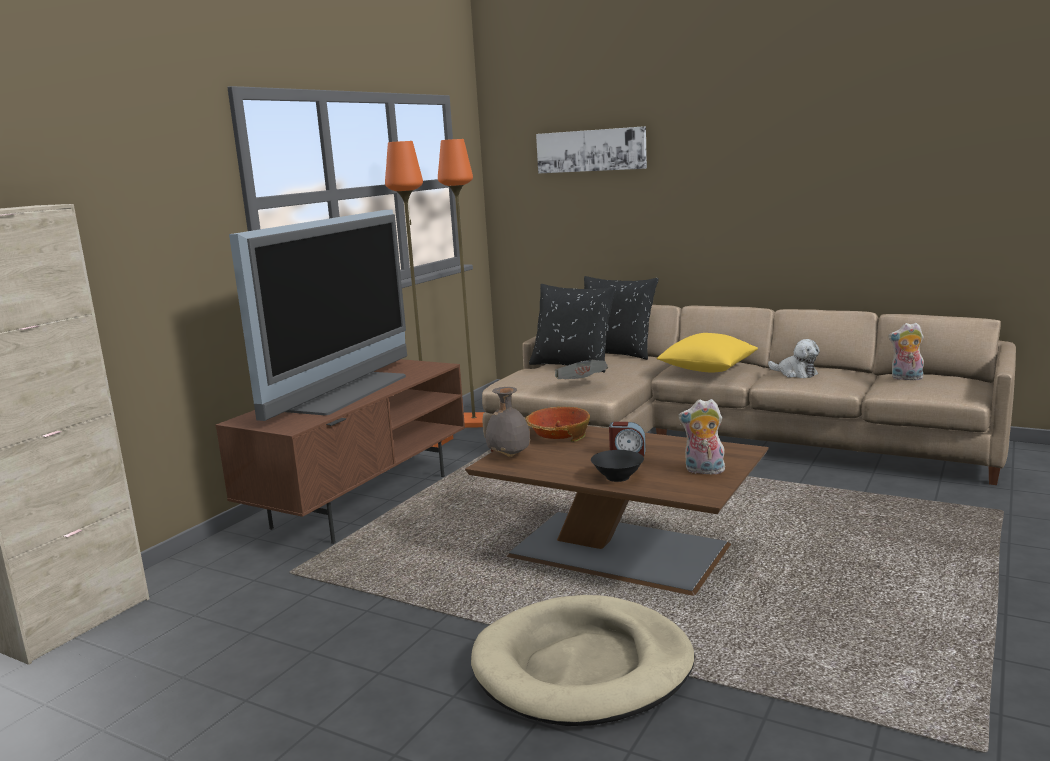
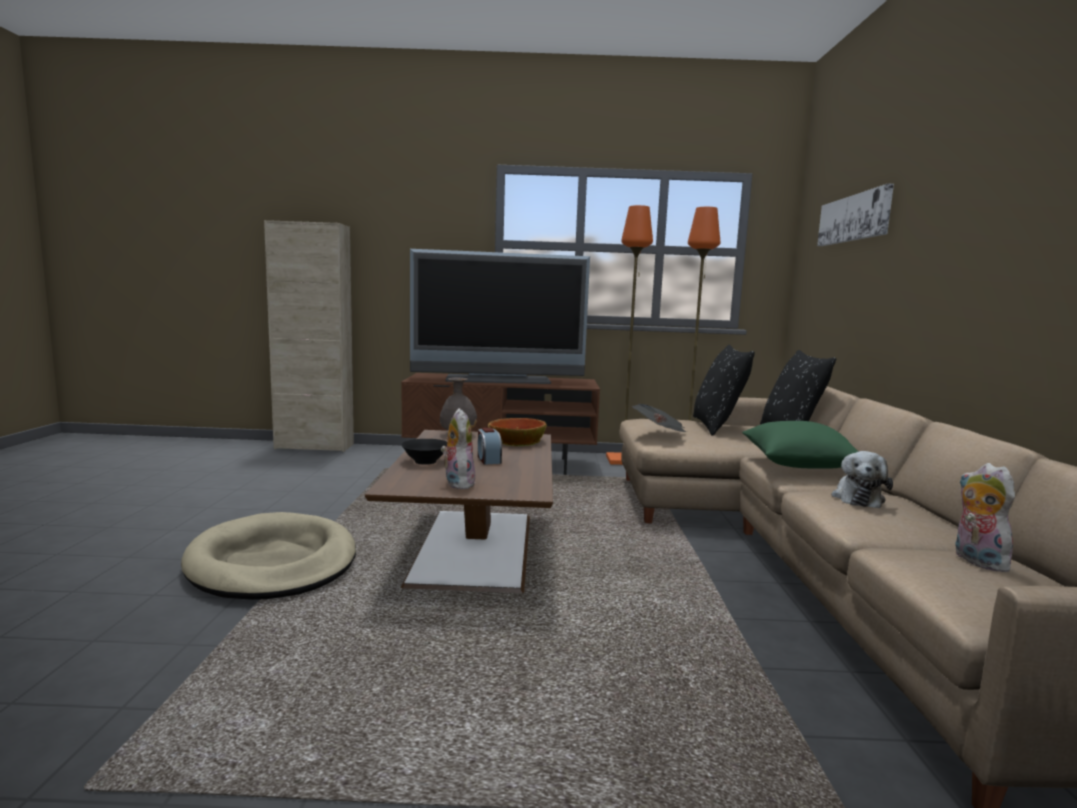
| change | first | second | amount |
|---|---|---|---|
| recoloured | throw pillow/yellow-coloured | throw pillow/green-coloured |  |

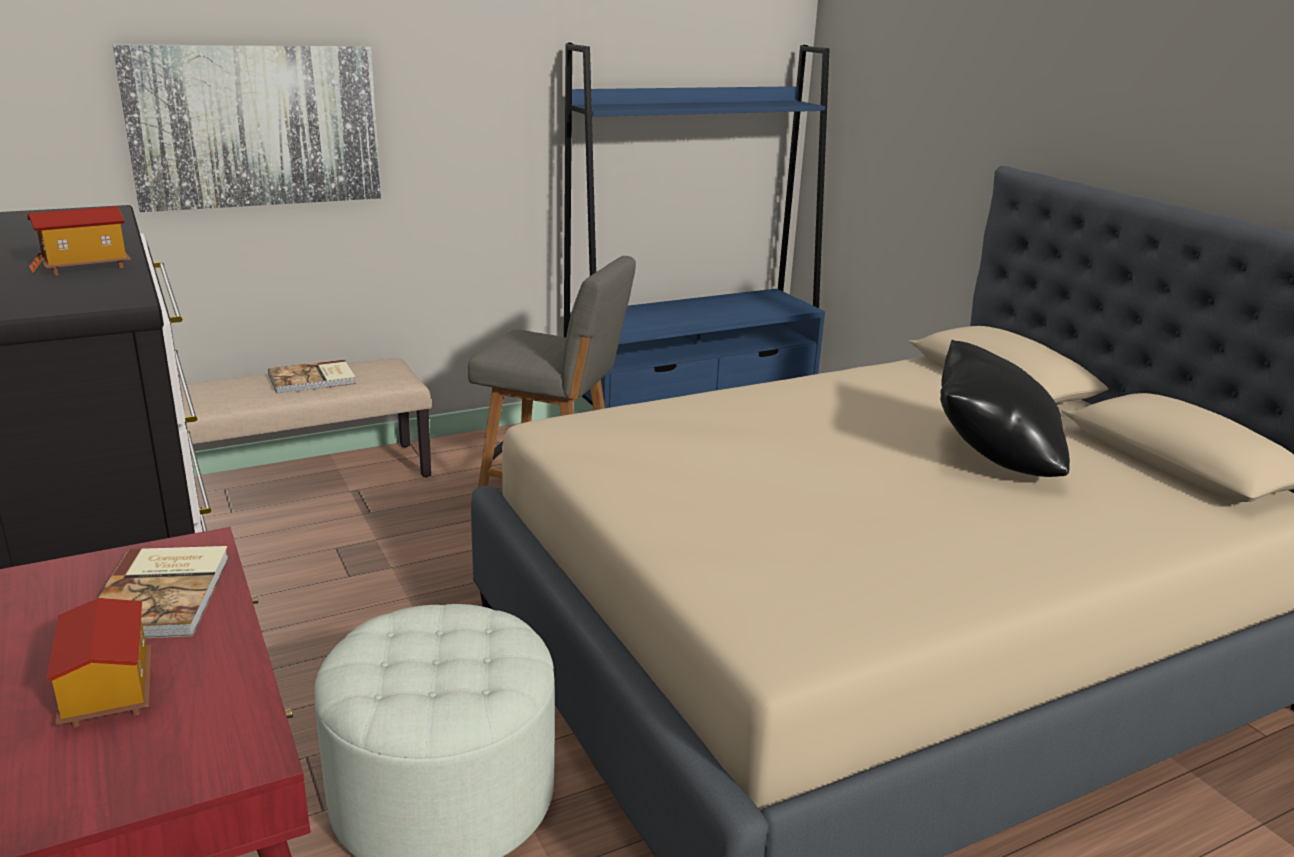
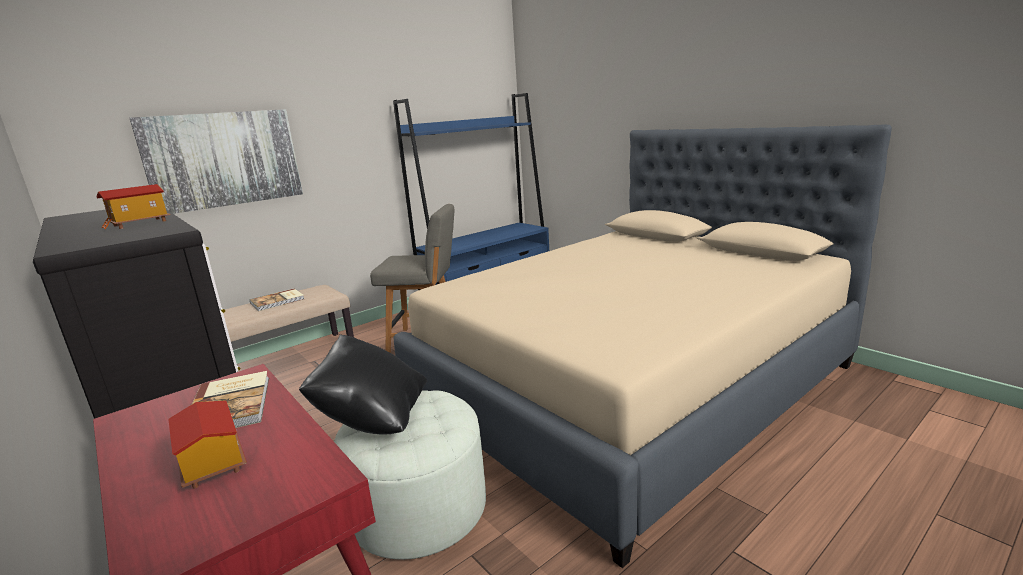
| change | first | second | amount |
|---|---|---|---|
| moved | throw pillow/black-coloured |  |  |

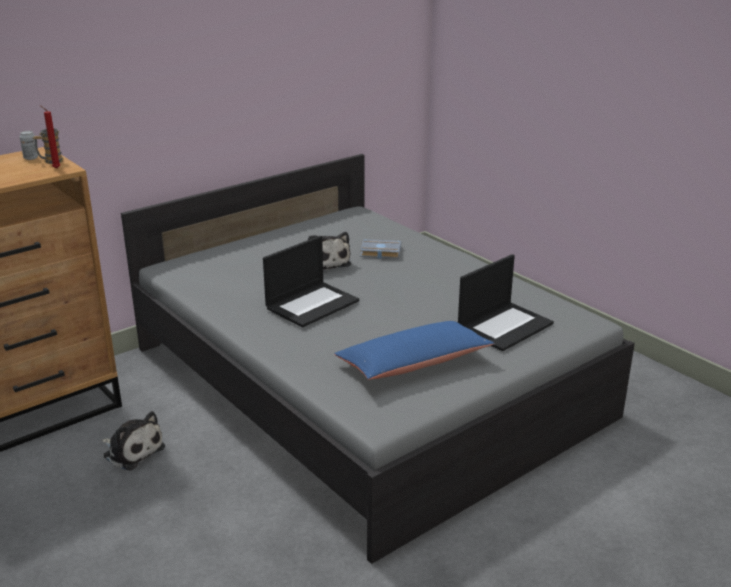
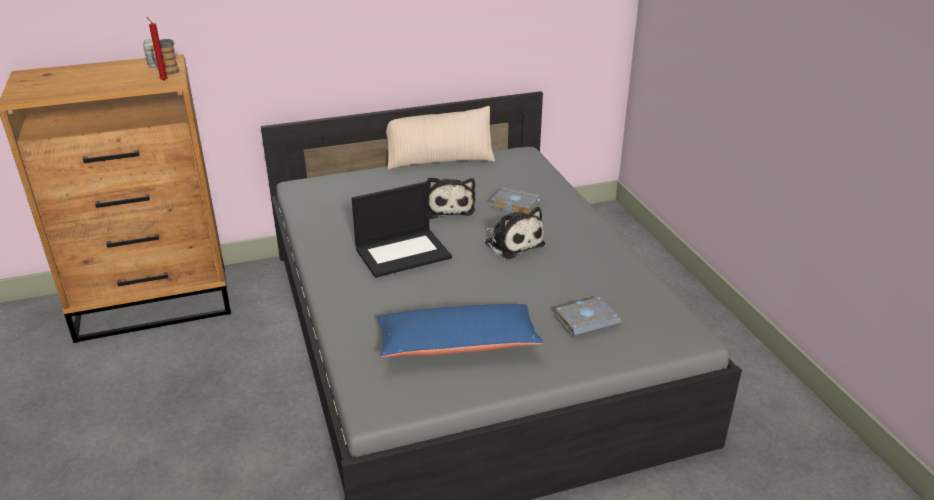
| change | first | second | amount |
|---|---|---|---|
| added |  | throw pillow/beige-coloured |  |
| moved | plush toy (1st from left in the first image) | plush toy (2nd from left) |  |
| replaced | laptop (2nd from left) | volume/greyish (2nd from left) |  |

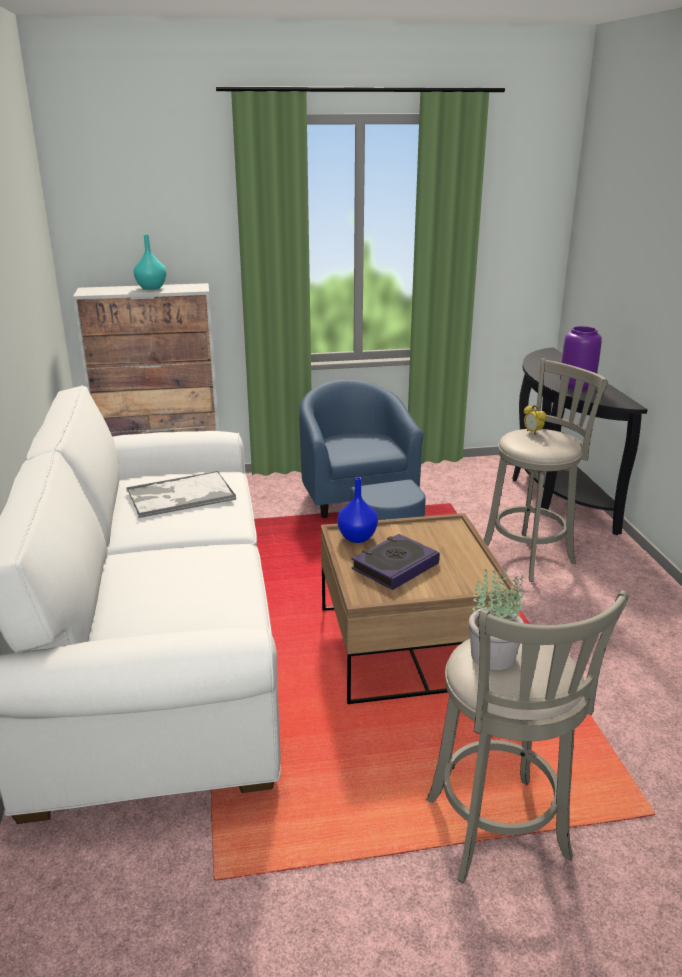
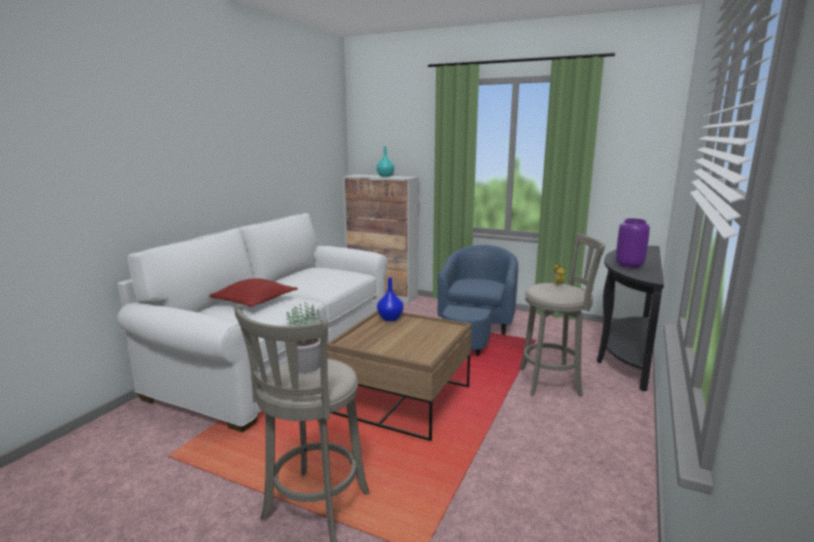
| change | first | second | amount |
|---|---|---|---|
| added |  | throw pillow/red-coloured |  |
| removed | serving tray |  |  |
| removed | volume |  |  |

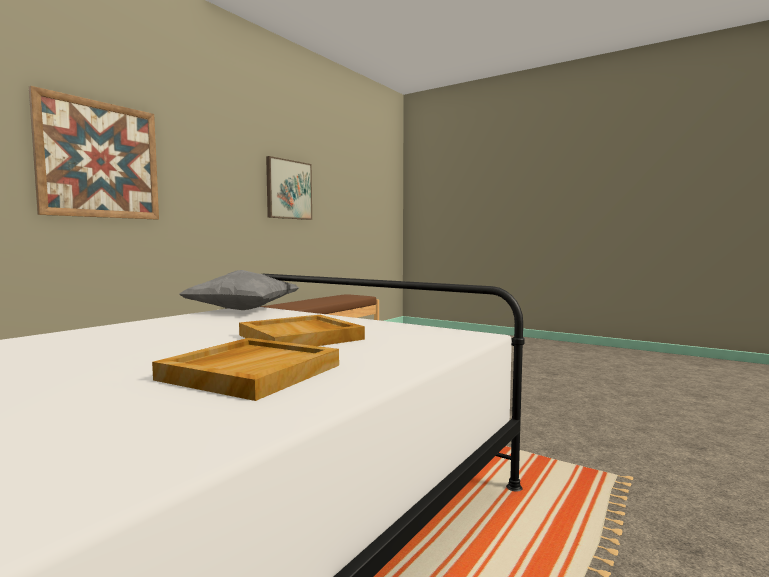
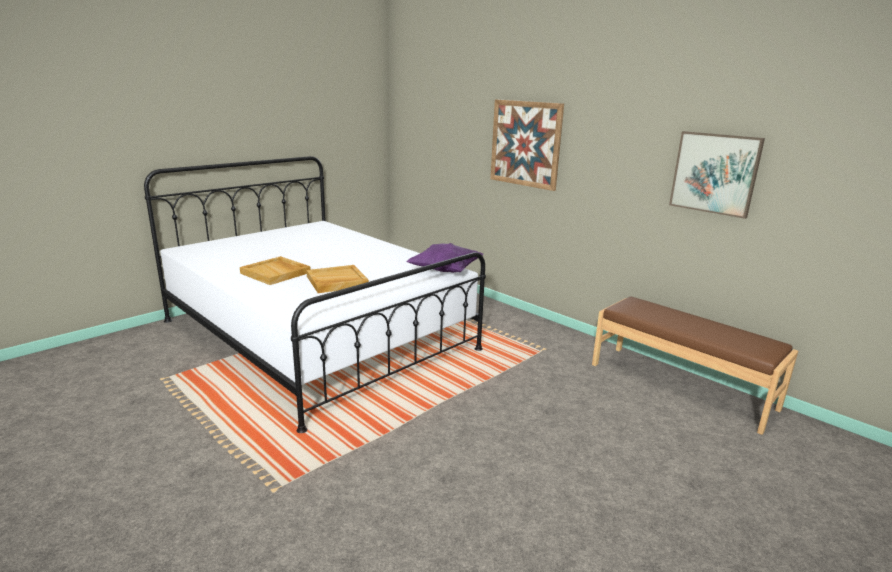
| change | first | second | amount |
|---|---|---|---|
| recoloured | throw pillow/greyish | throw pillow/purplish |  |

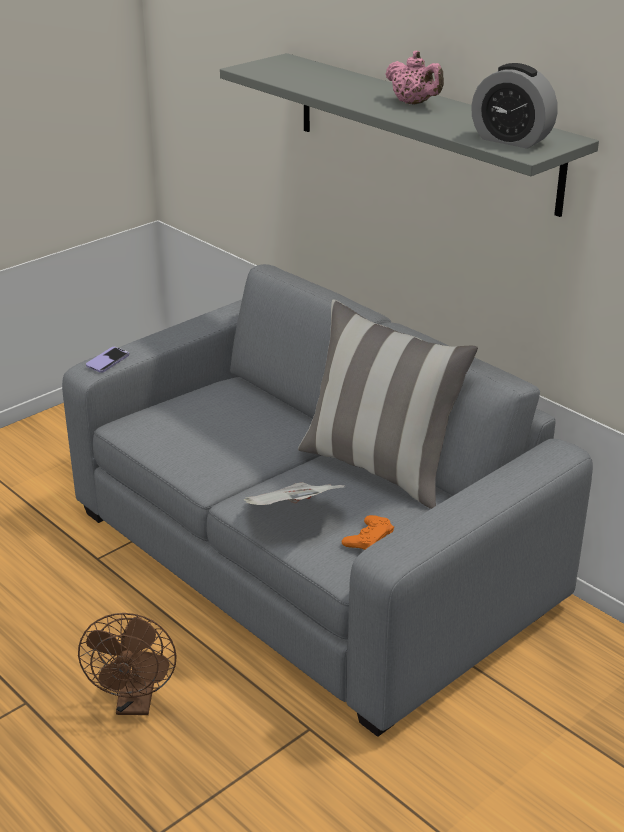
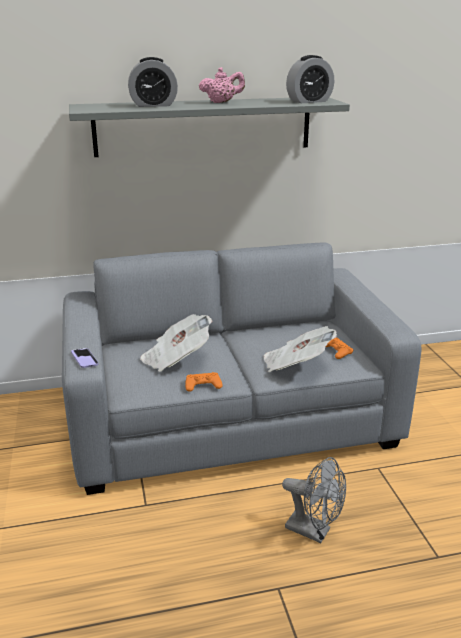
| change | first | second | amount |
|---|---|---|---|
| added |  | table clock (1st from left) |  |
| added |  | printed paper (1st from left) |  |
| added |  | gamepad/orange (1st from left) |  |
| recoloured | fan/brown | fan/greyish |  |
| removed | throw pillow |  |  |

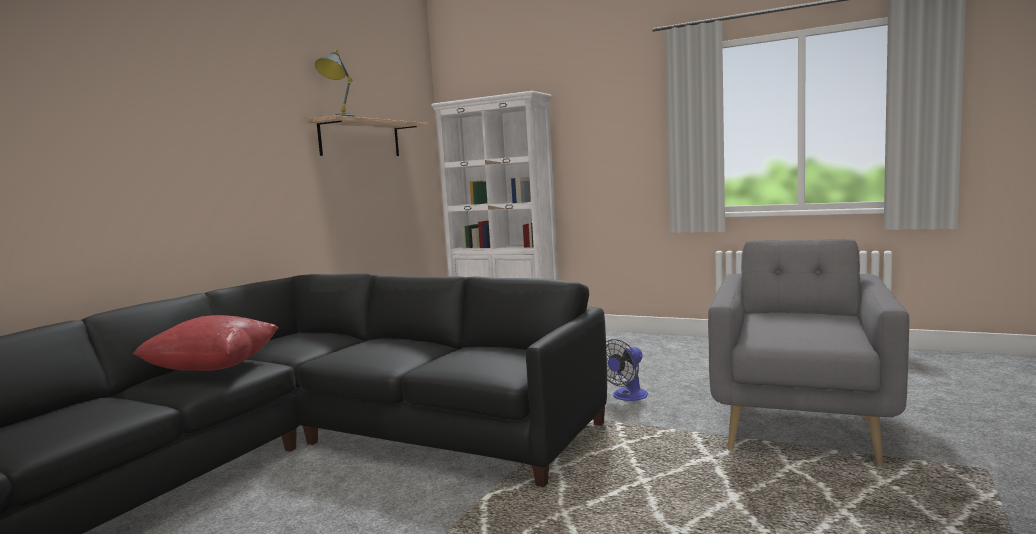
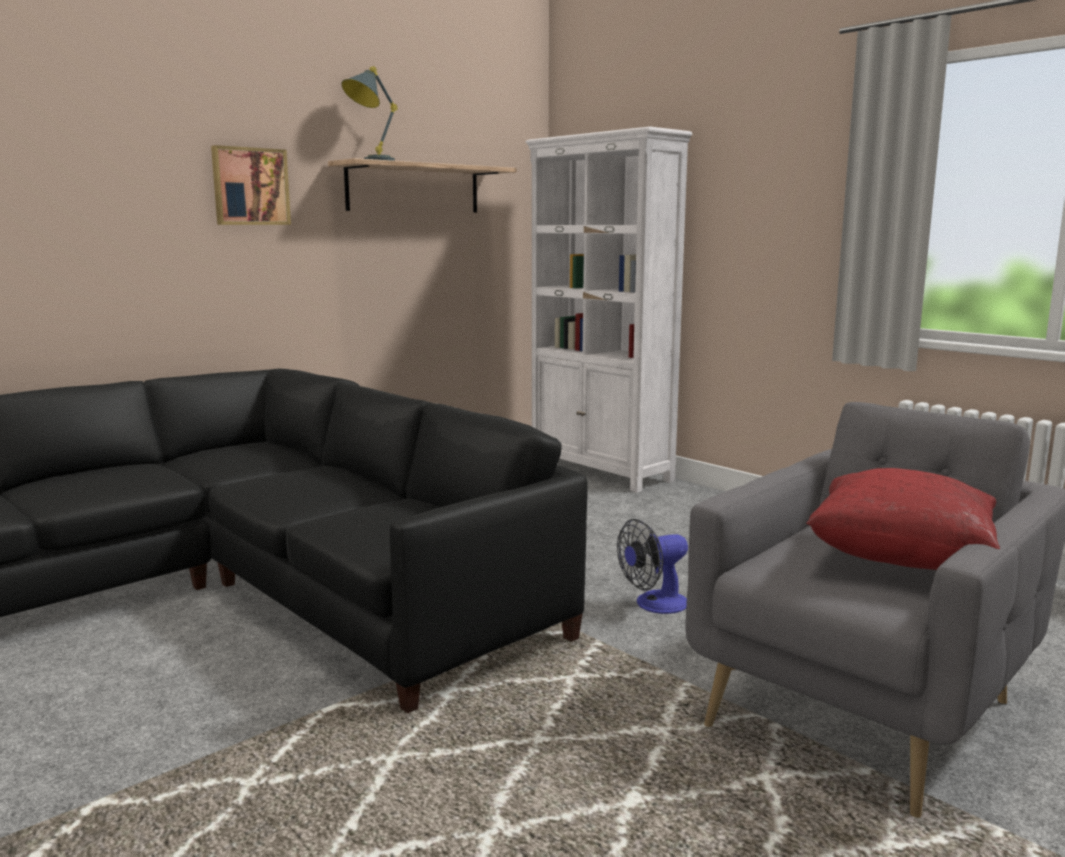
| change | first | second | amount |
|---|---|---|---|
| added |  | wall art |  |
| moved | throw pillow/red-coloured |  |  |

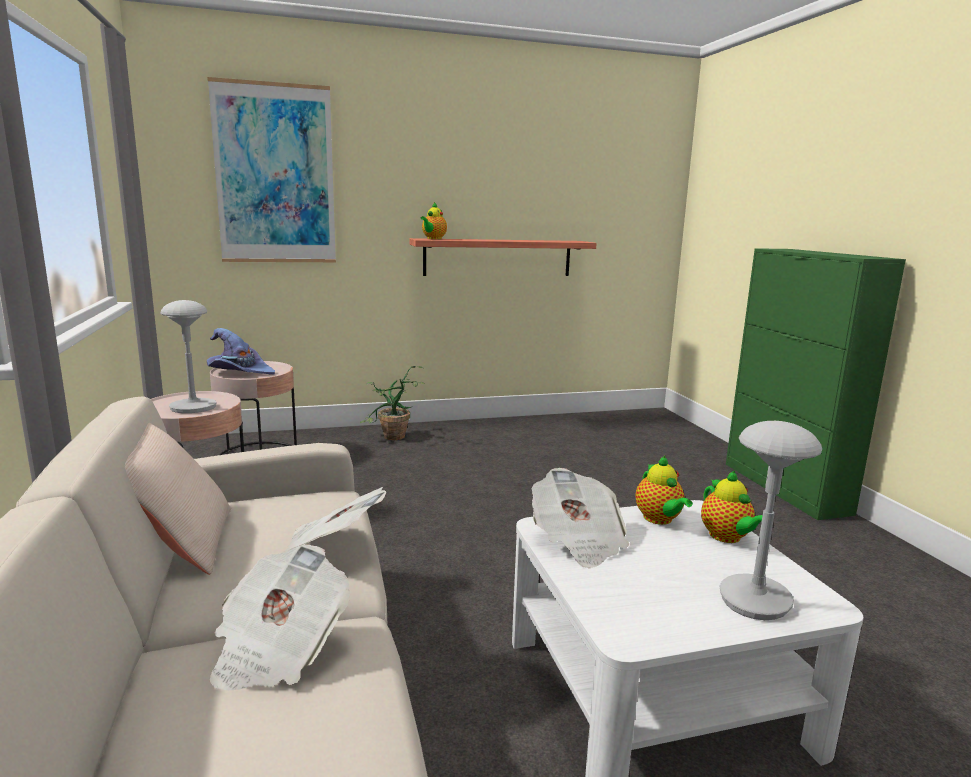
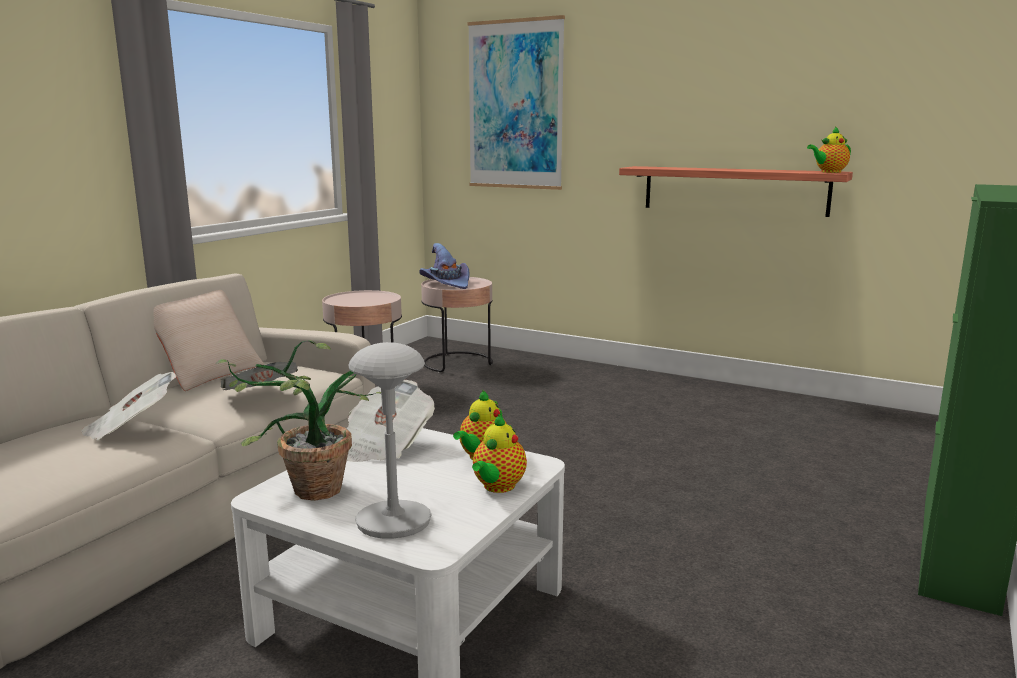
| change | first | second | amount |
|---|---|---|---|
| moved | houseplant |  |  |
| moved | tea pot (1st from left in the first image) | tea pot (3rd from left) |  |
| removed | tabletop lamp/greyish (1st from left) |  |  |

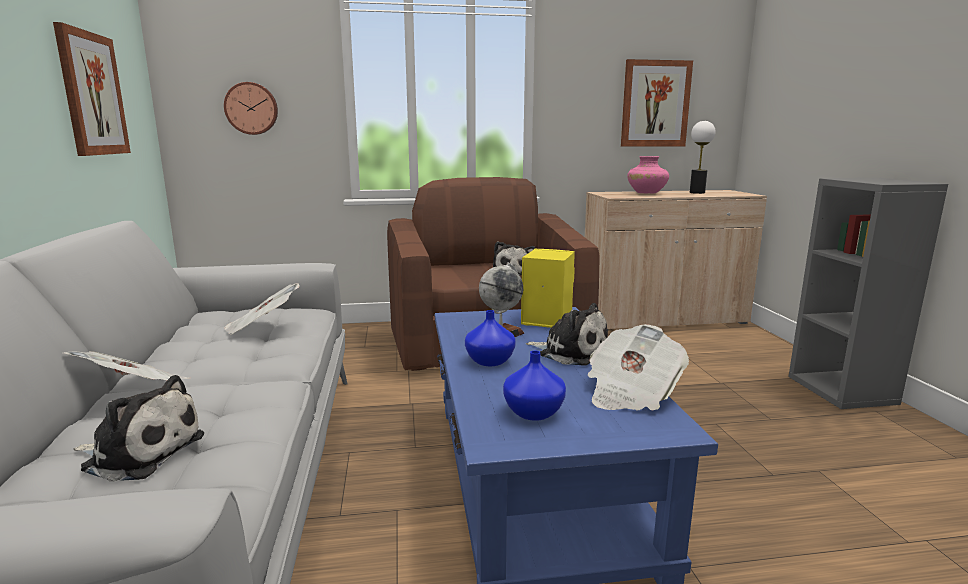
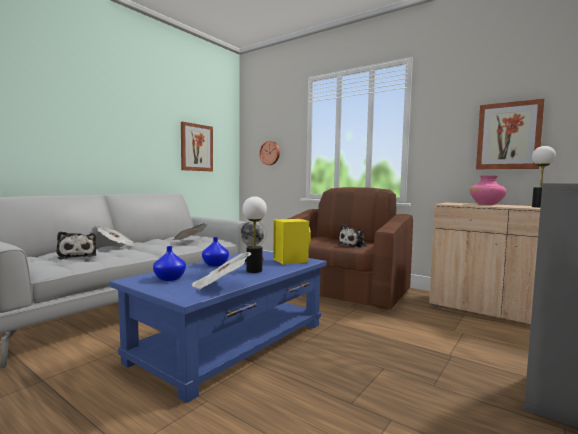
| change | first | second | amount |
|---|---|---|---|
| replaced | plush toy (3rd from left) | tabletop lamp (1st from left) |  |

